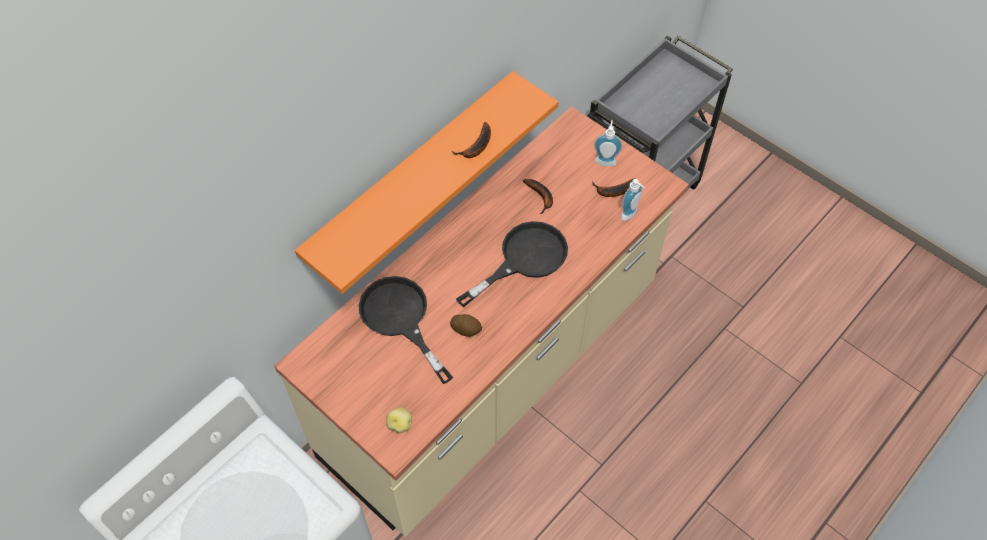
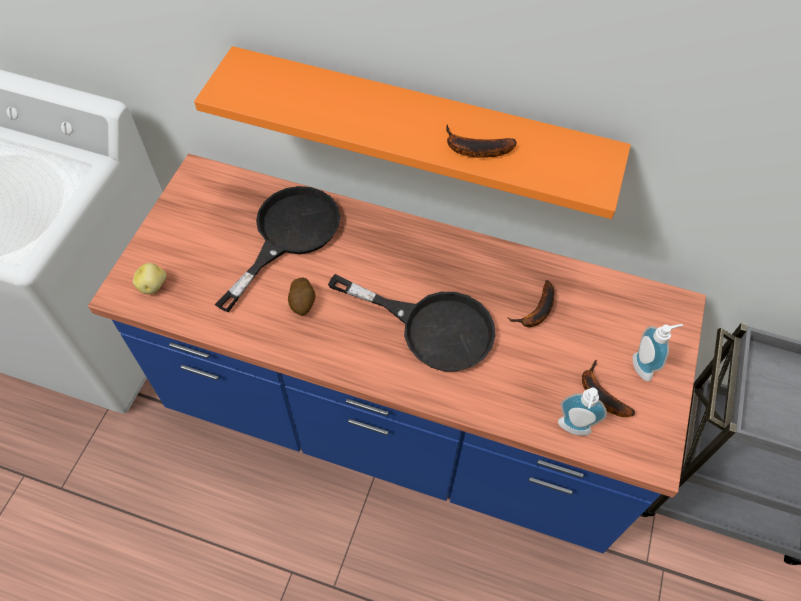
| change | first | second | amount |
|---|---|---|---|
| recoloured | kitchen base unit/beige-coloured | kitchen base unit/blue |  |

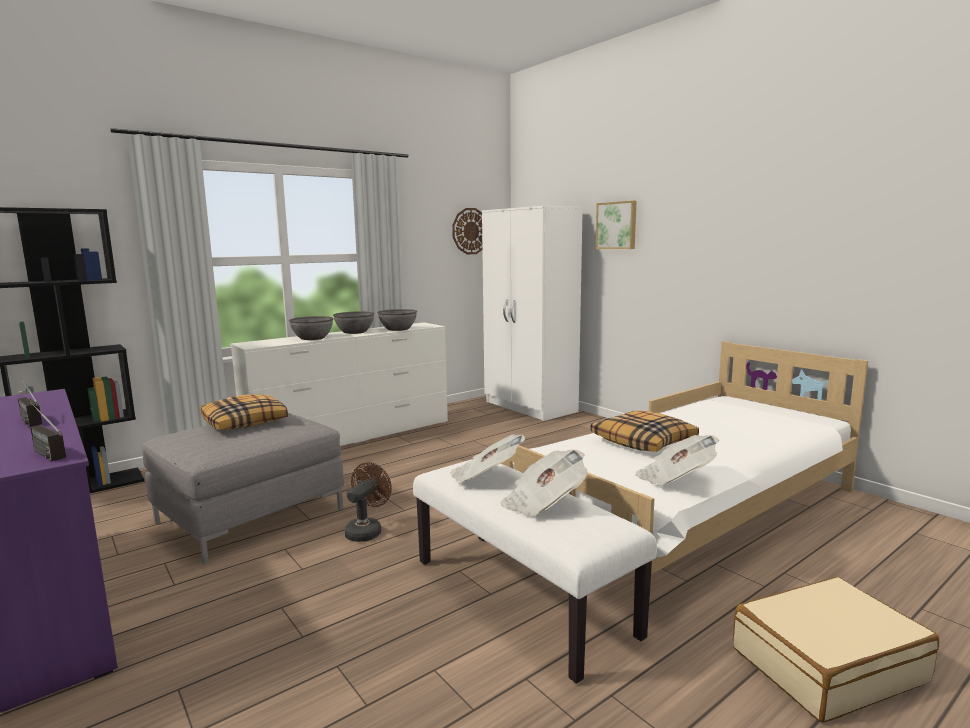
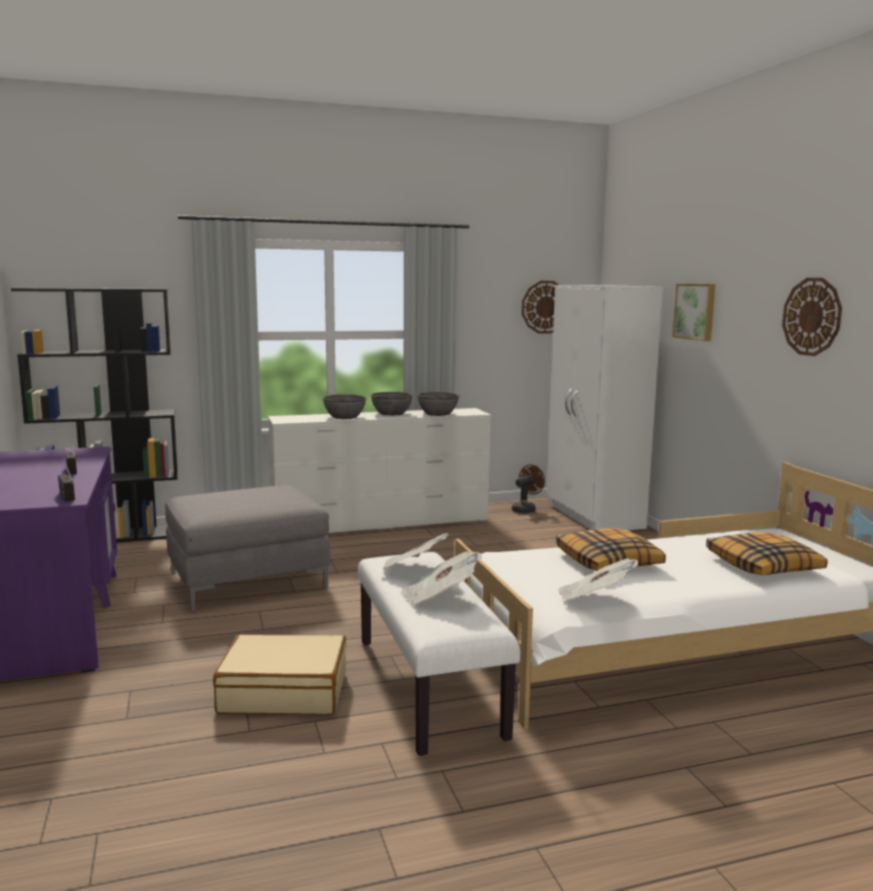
| change | first | second | amount |
|---|---|---|---|
| moved | travel case/beige-coloured |  |  |
| moved | fan/brown |  |  |
| moved | throw pillow (1st from left in the first image) | throw pillow (2nd from left) |  |
| added |  | wall clock (2nd from left) |  |

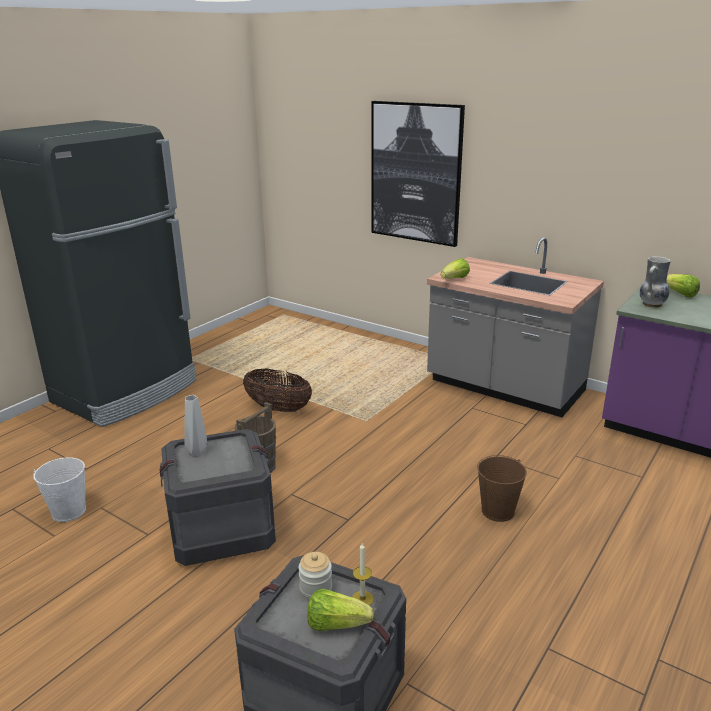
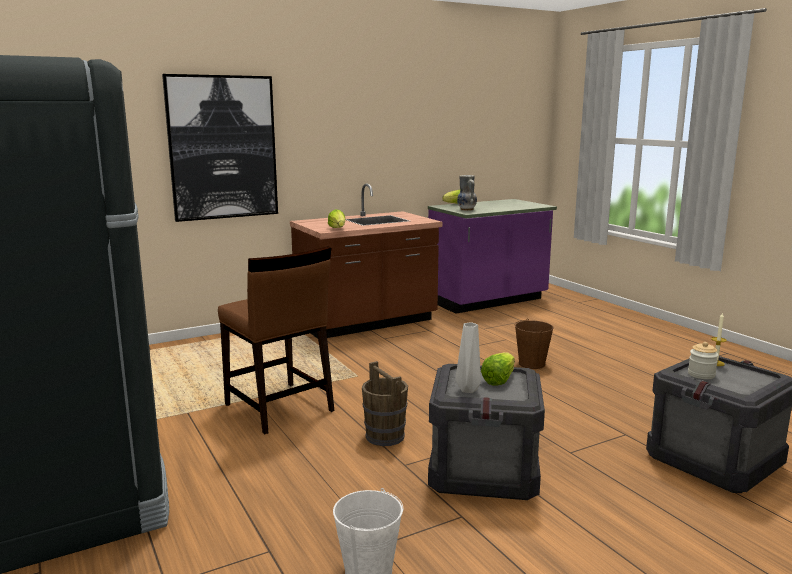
| change | first | second | amount |
|---|---|---|---|
| replaced | storage basket | plain chair/brown |  |
| recoloured | kitchen base unit/greyish | kitchen base unit/brown |  |
| moved | head of lettuce (1st from left in the first image) | head of lettuce (3rd from left) |  |

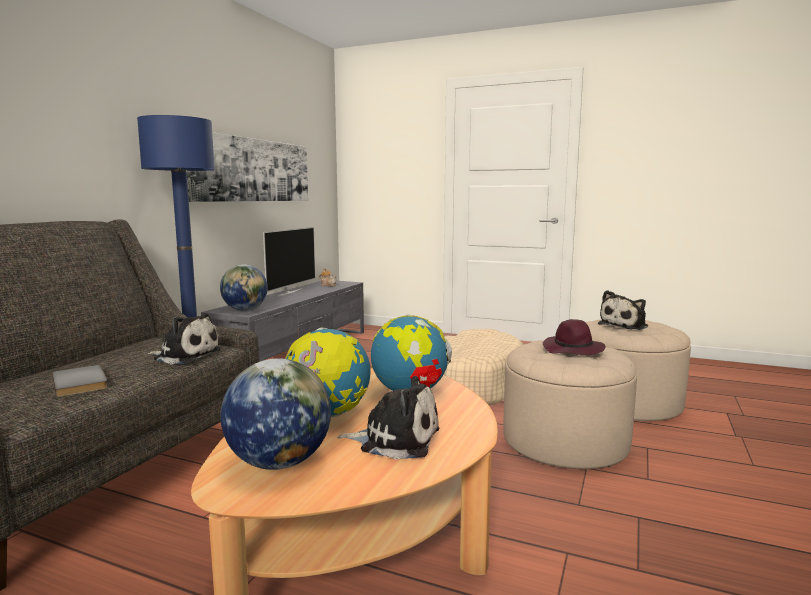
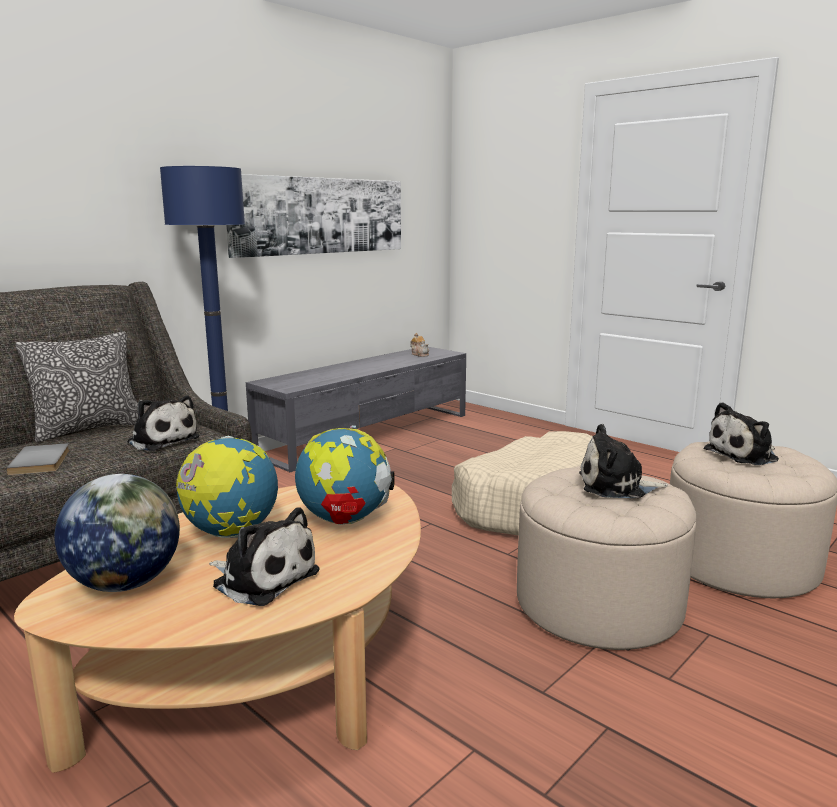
| change | first | second | amount |
|---|---|---|---|
| added |  | throw pillow |  |
| replaced | wearable hat/purplish | plush toy (3rd from left) |  |
| removed | globe (1st from left) |  |  |
| removed | TV |  |  |

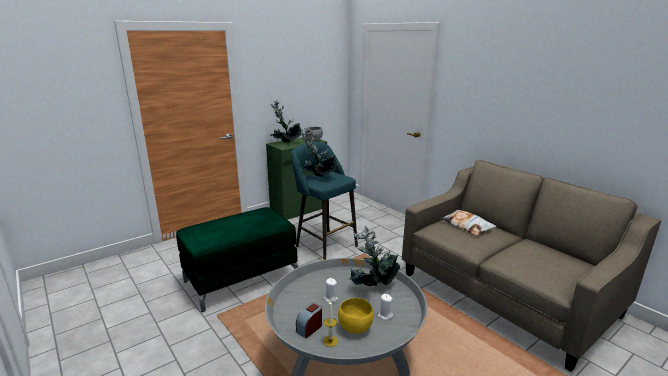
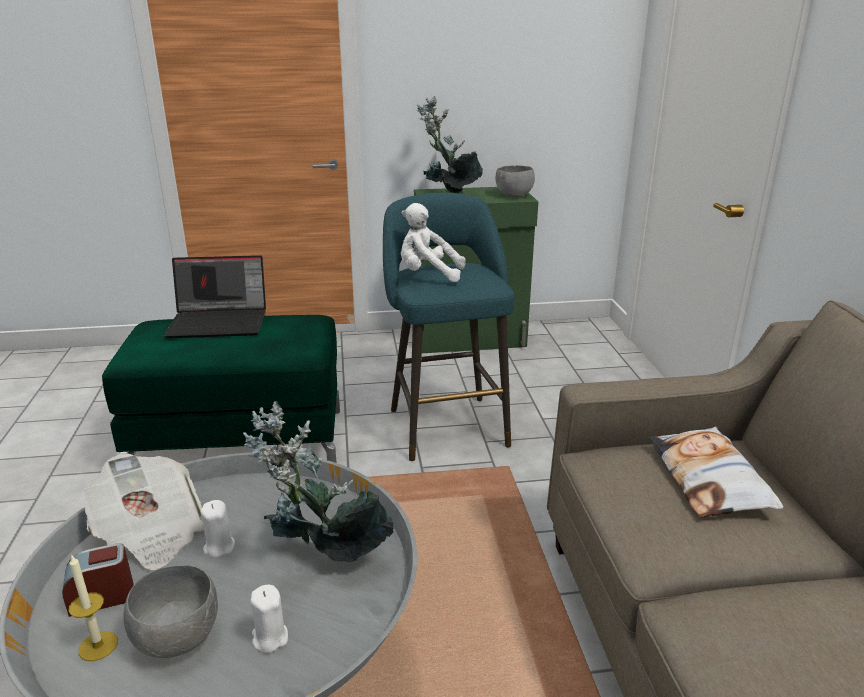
| change | first | second | amount |
|---|---|---|---|
| added |  | printed paper |  |
| recoloured | deep dish/yellow-coloured | deep dish/greyish (1st from left) |  |
| added |  | laptop |  |
| replaced | houseplant (2nd from left) | plush toy/white-coloured |  |

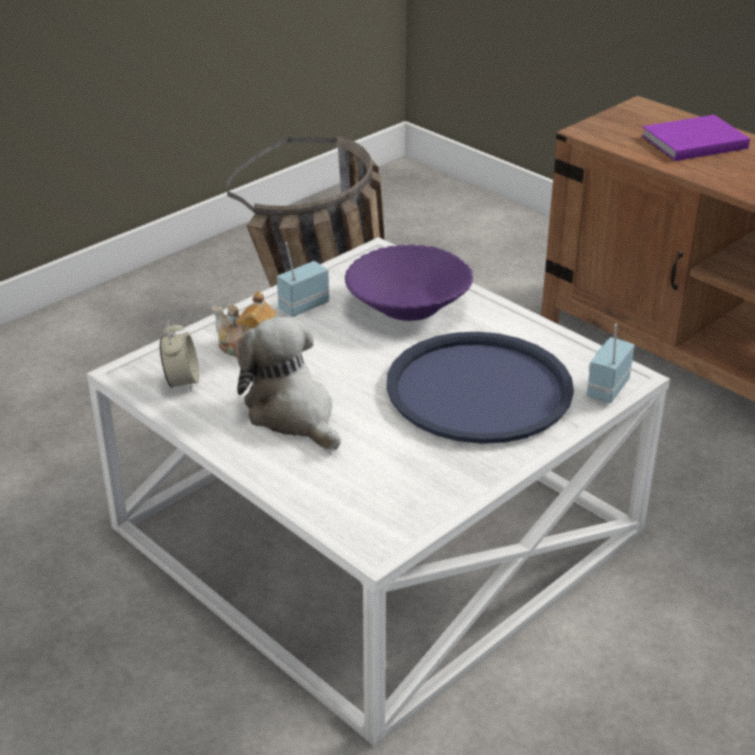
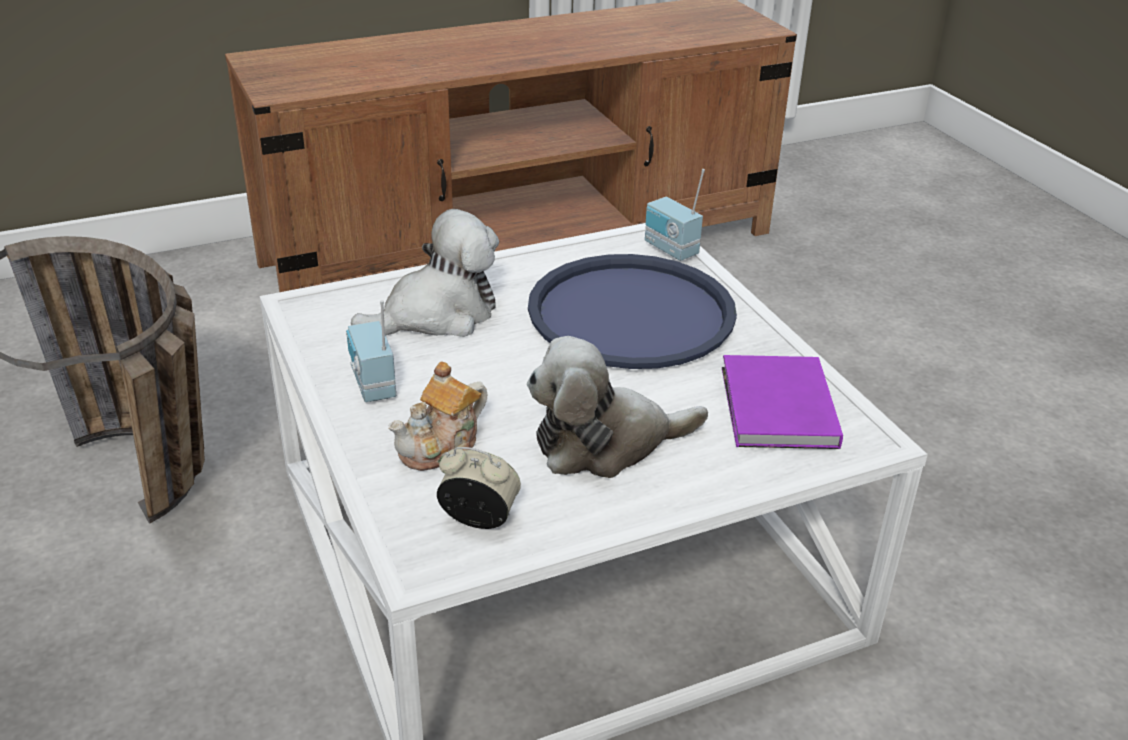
| change | first | second | amount |
|---|---|---|---|
| replaced | deep dish/purplish | plush toy (1st from left) |  |
| moved | volume/purplish |  |  |

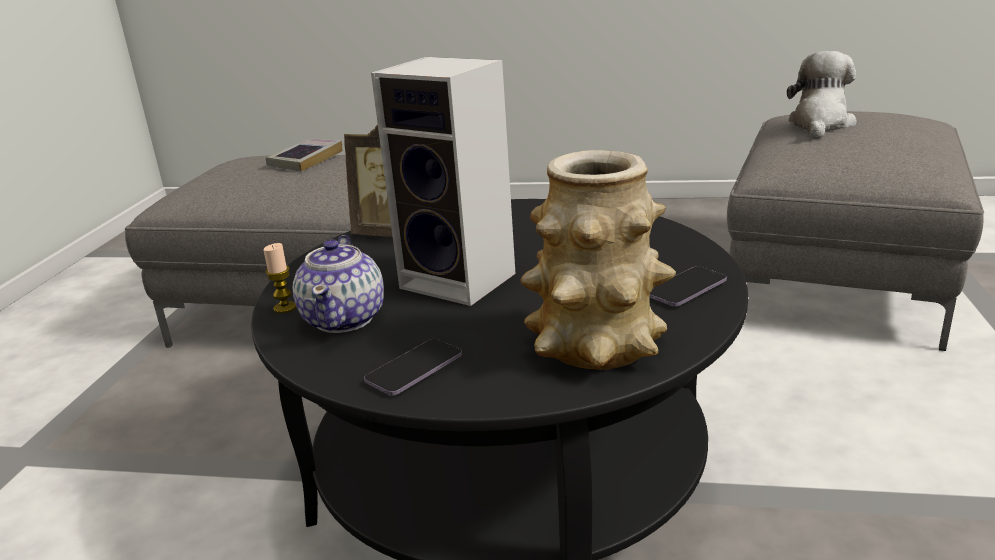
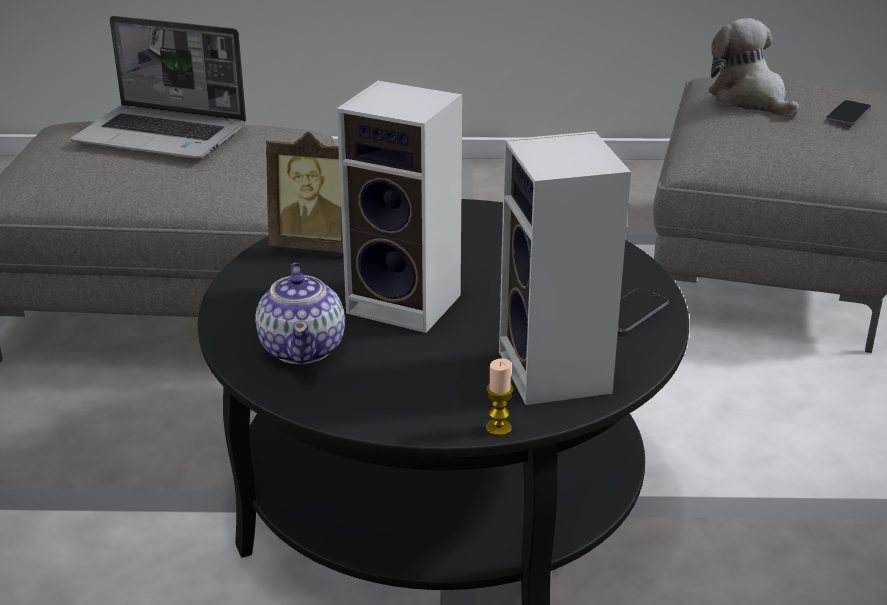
| change | first | second | amount |
|---|---|---|---|
| replaced | volume | laptop |  |
| moved | wax light |  |  |
| replaced | vase | loudspeaker (2nd from left) |  |
| turned | plush toy |  | 45 degrees counterclockwise |
| moved | telephone (1st from left in the first image) | telephone (2nd from left) |  |

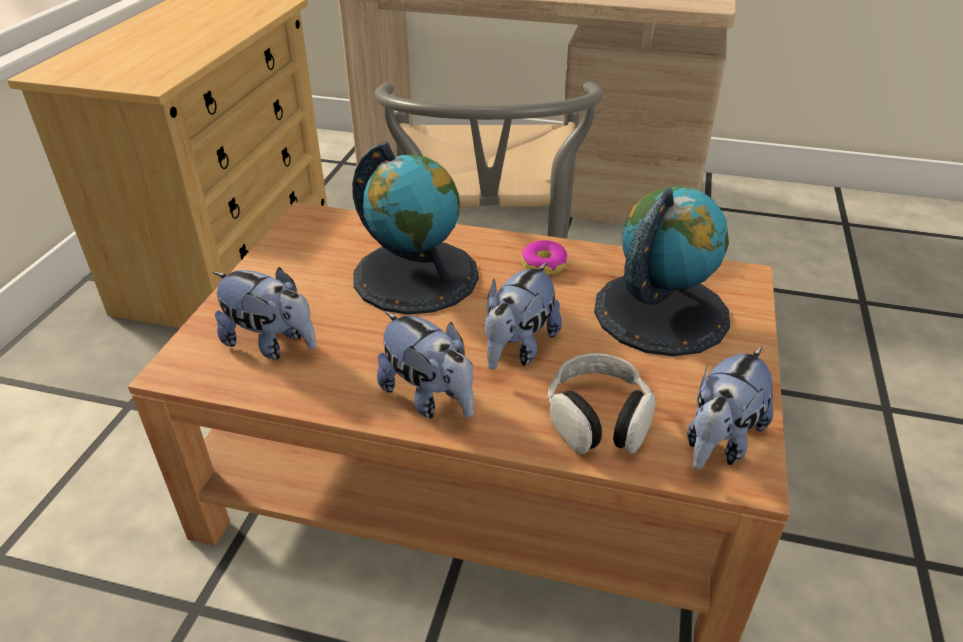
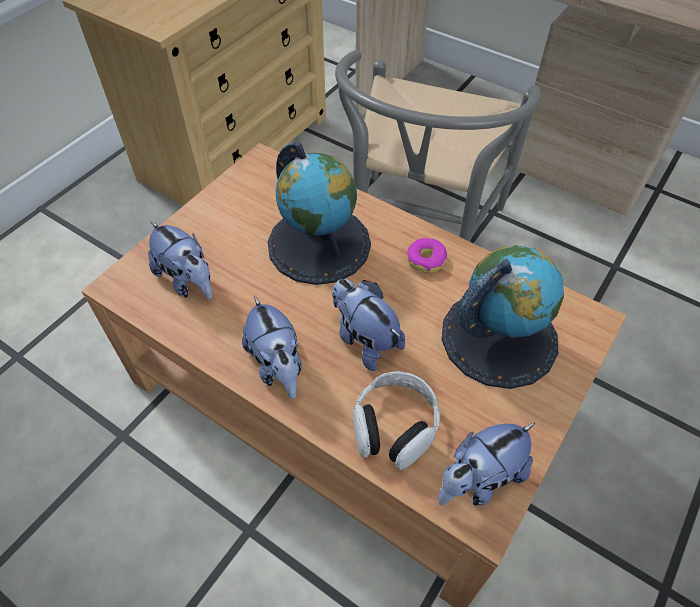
| change | first | second | amount |
|---|---|---|---|
| turned | plush toy (3rd from left) |  | 90 degrees clockwise |

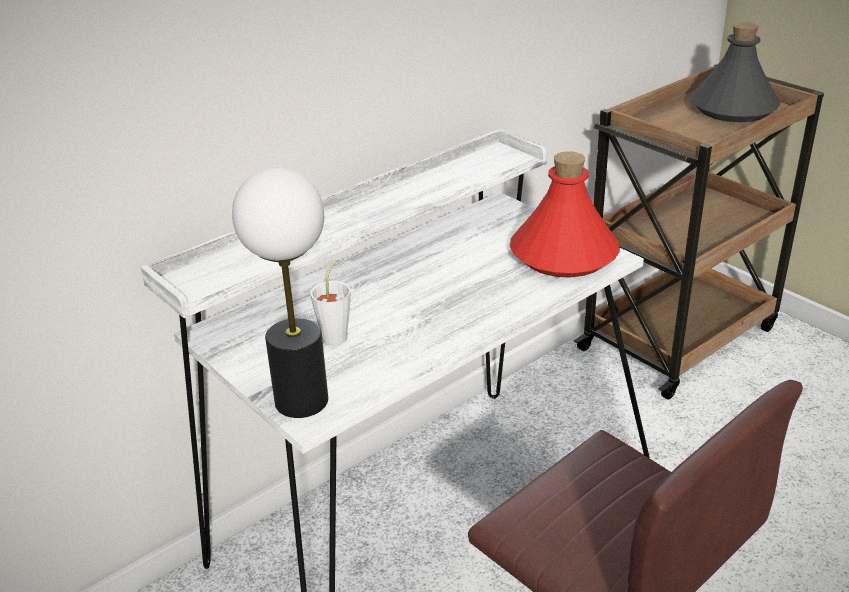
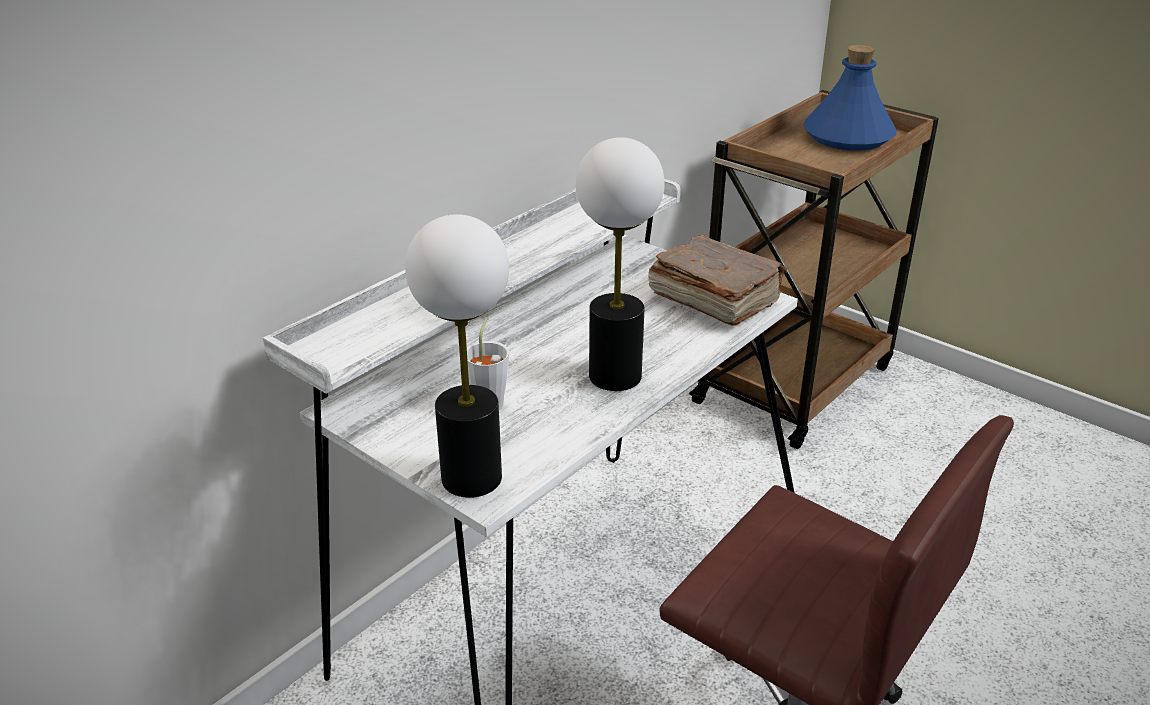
| change | first | second | amount |
|---|---|---|---|
| added |  | tabletop lamp (2nd from left) |  |
| replaced | bottle/red-coloured | volume/brown |  |
| recoloured | bottle/greyish | bottle/blue |  |

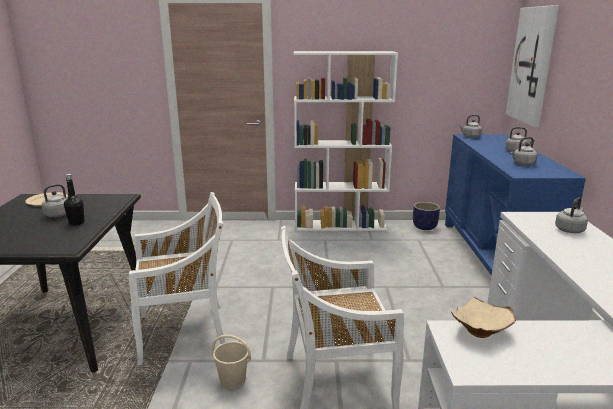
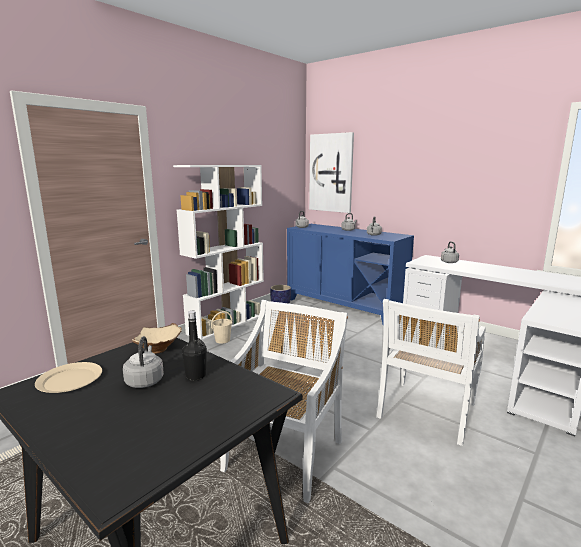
| change | first | second | amount |
|---|---|---|---|
| moved | deep dish/beige-coloured |  |  |
| moved | bucket/beige-coloured |  |  |

